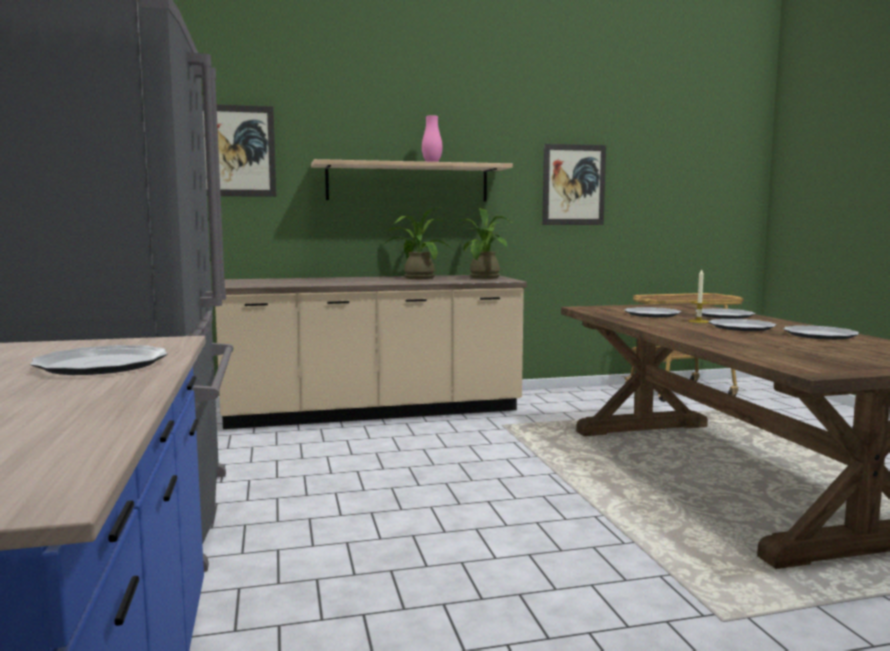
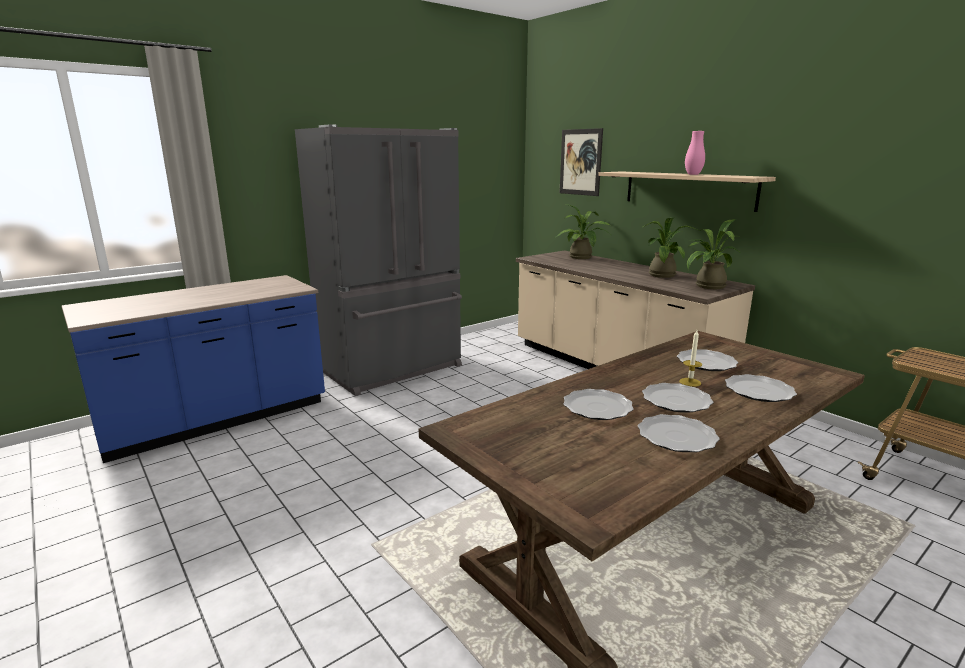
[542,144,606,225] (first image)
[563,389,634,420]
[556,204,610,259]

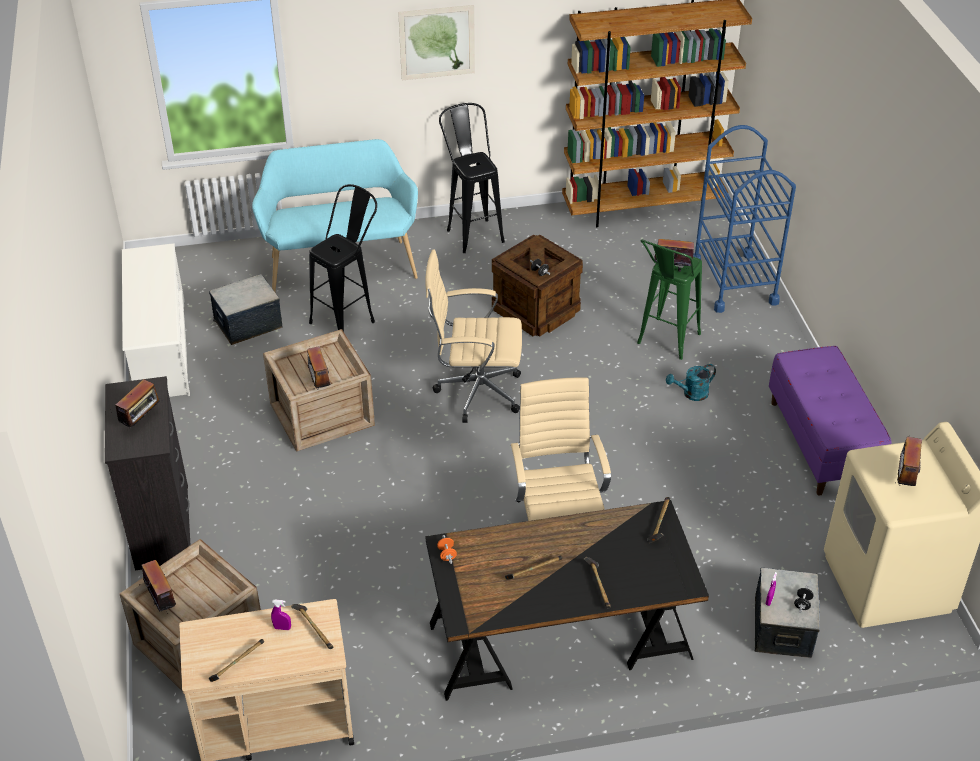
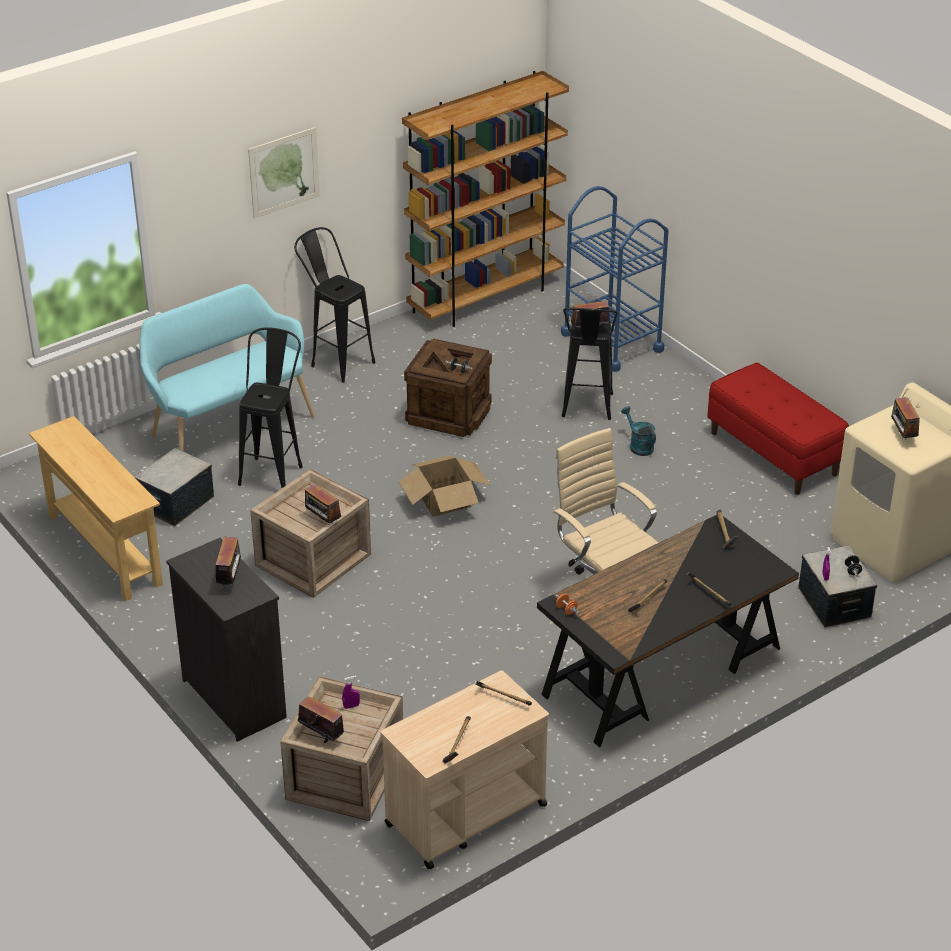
[562,308,618,420]
[29,416,163,601]
[399,456,490,517]
[707,363,849,495]
[621,406,656,456]
[342,676,360,709]

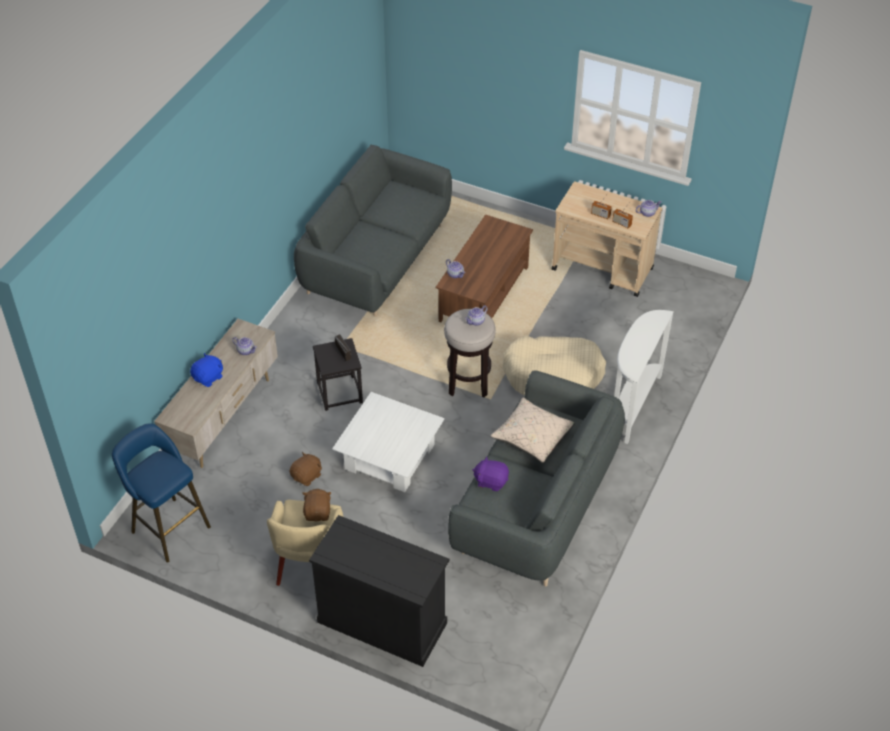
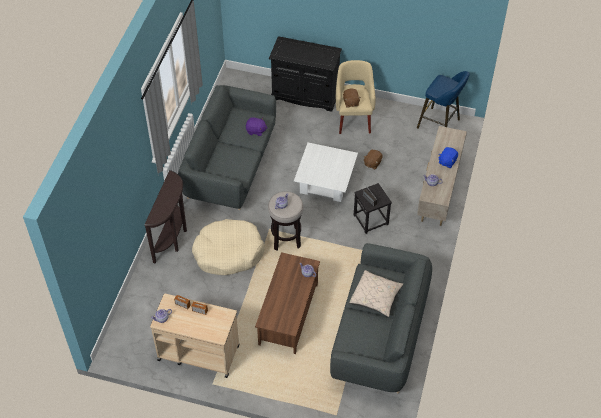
[144,170,187,264]
[349,270,403,317]

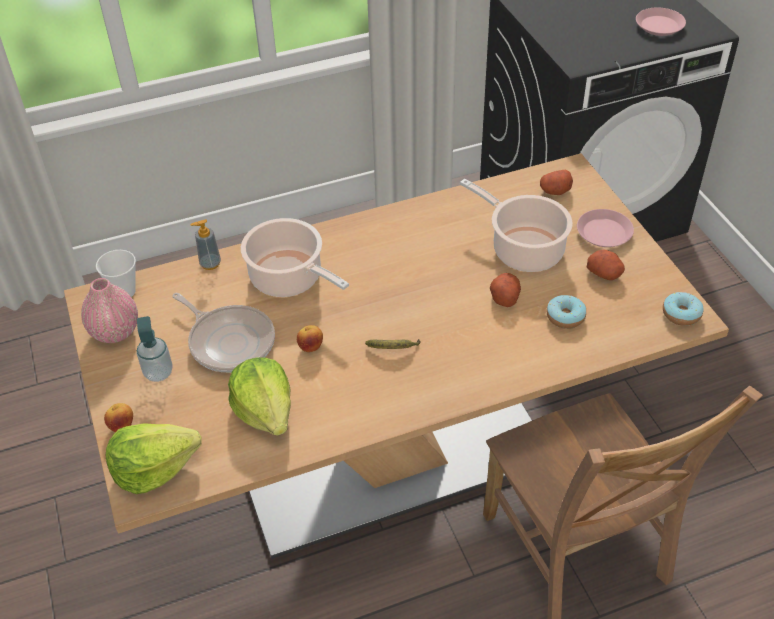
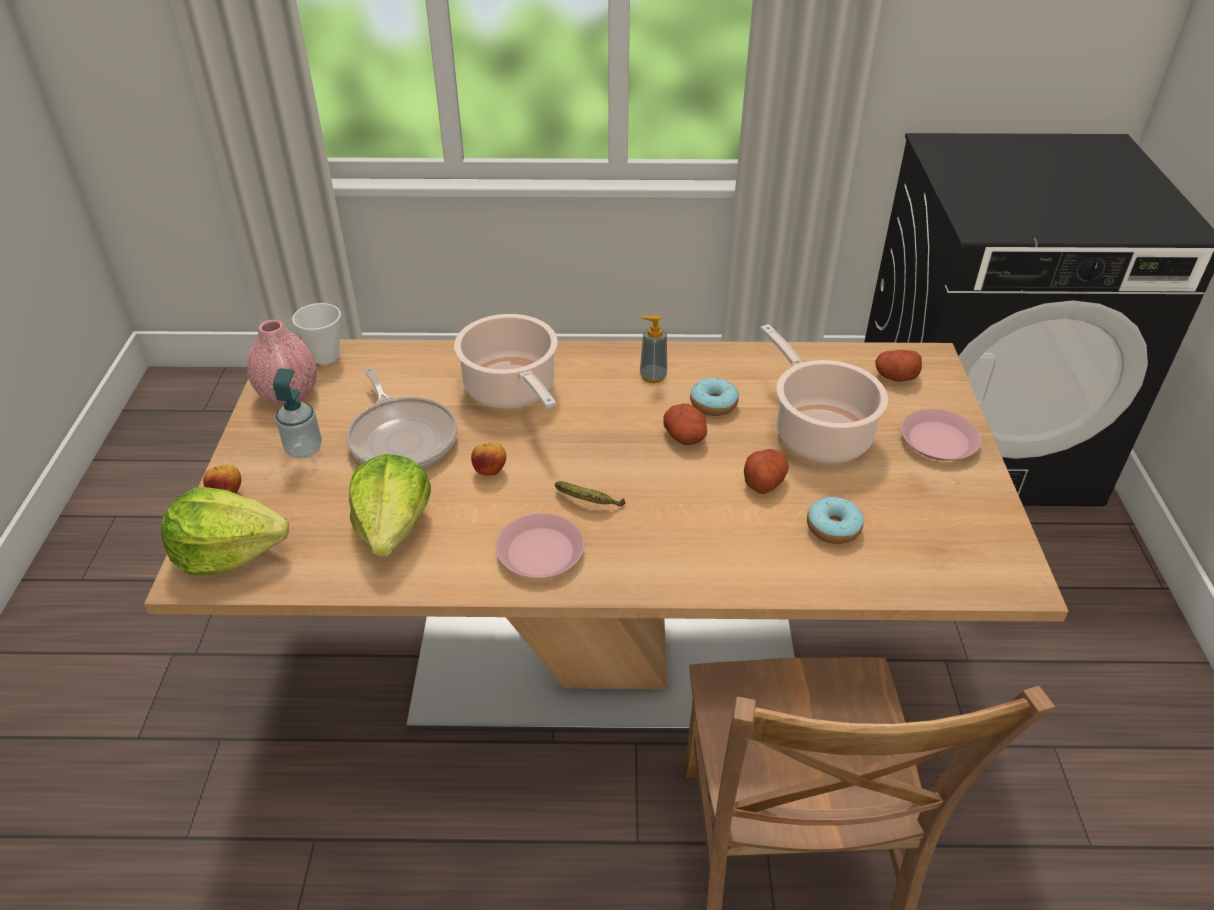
[496,513,584,578]
[640,315,667,383]
[663,404,707,445]
[690,377,739,416]

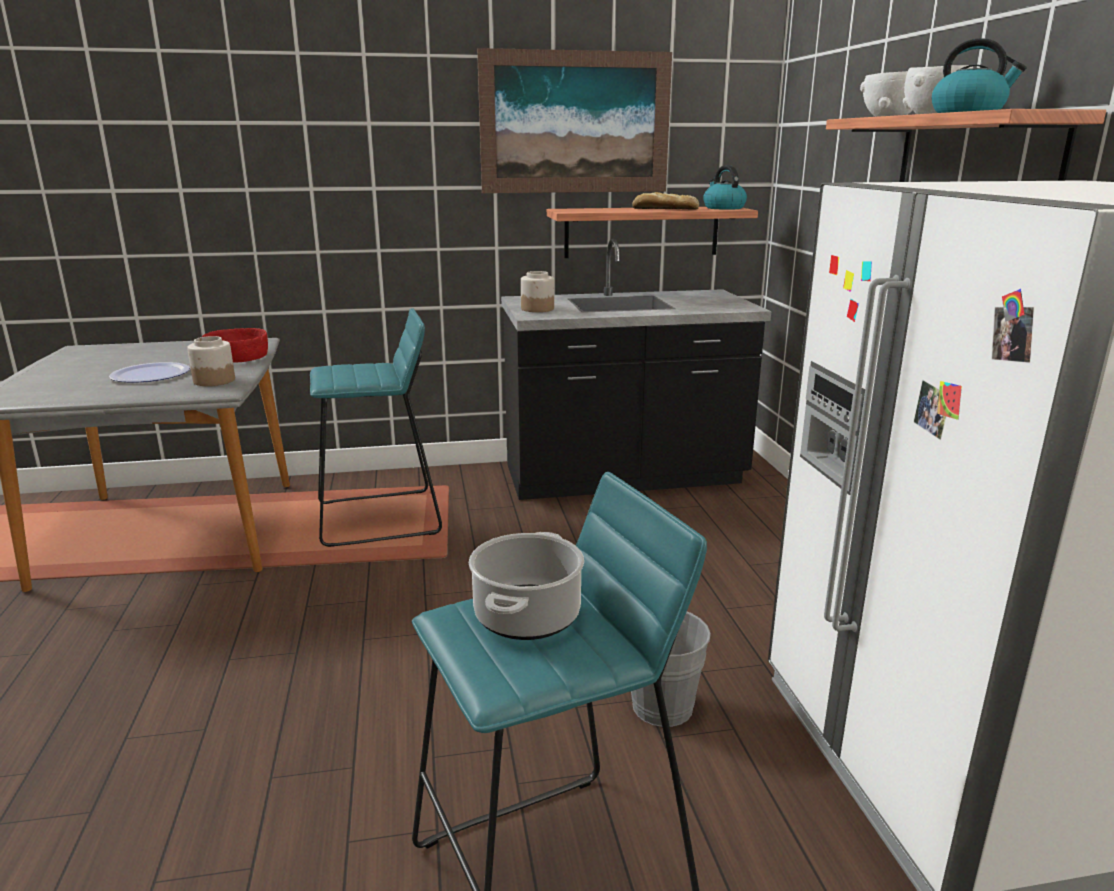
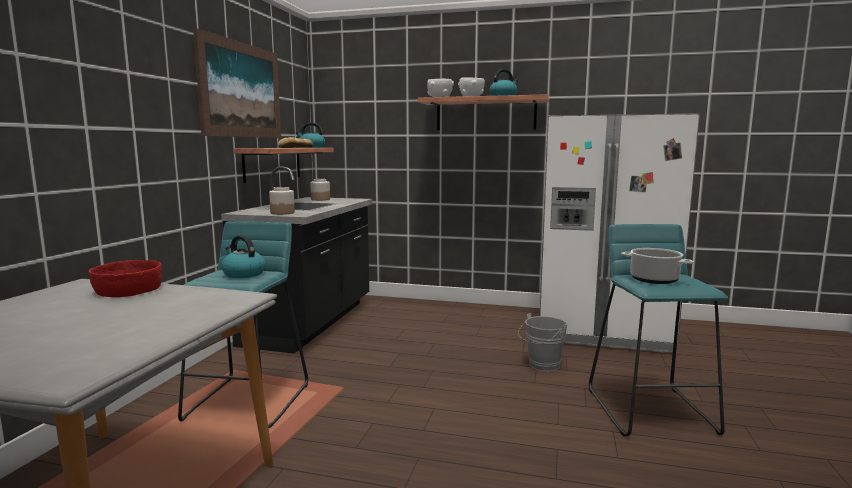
[310,179,330,201]
[109,362,190,382] (first image)
[221,235,265,278]

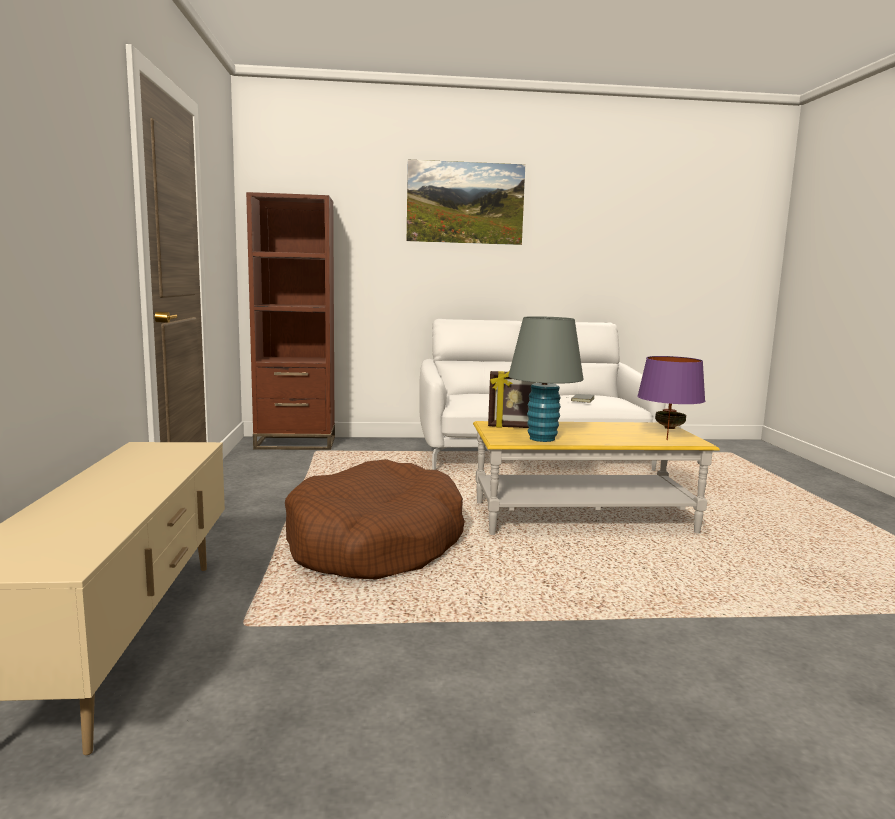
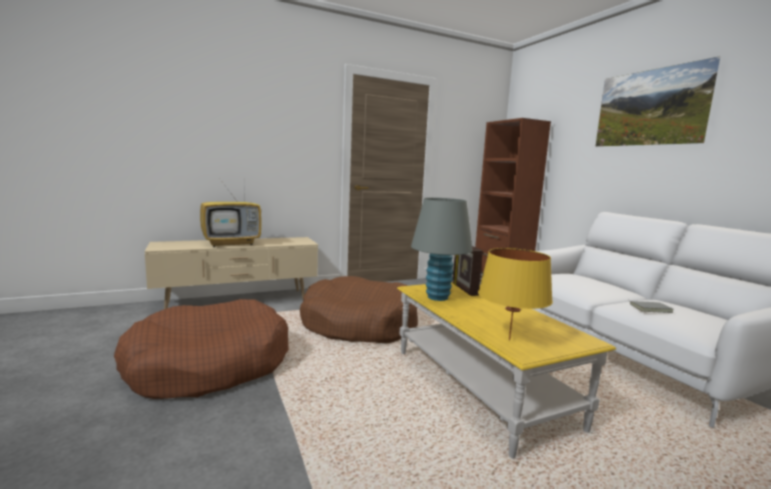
[478,248,553,340]
[655,411,686,429] (first image)
[200,183,262,247]
[114,299,289,399]

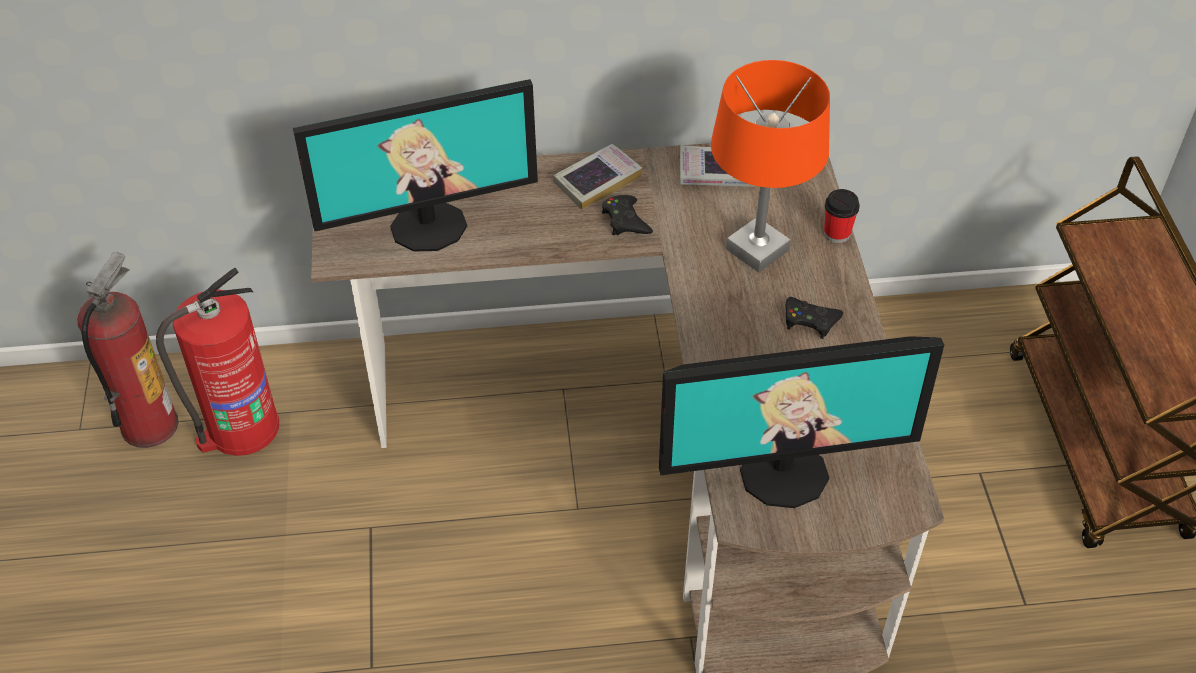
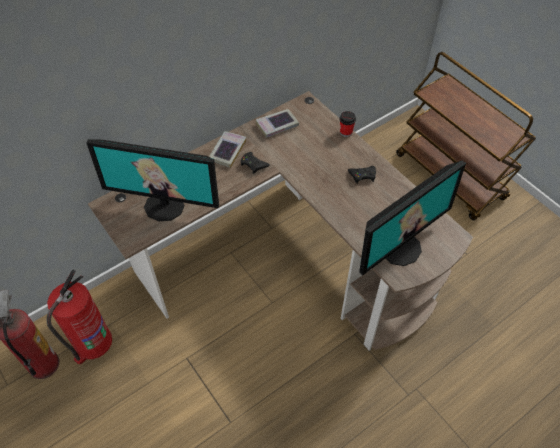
[711,60,830,273] (first image)
[86,139,219,222]

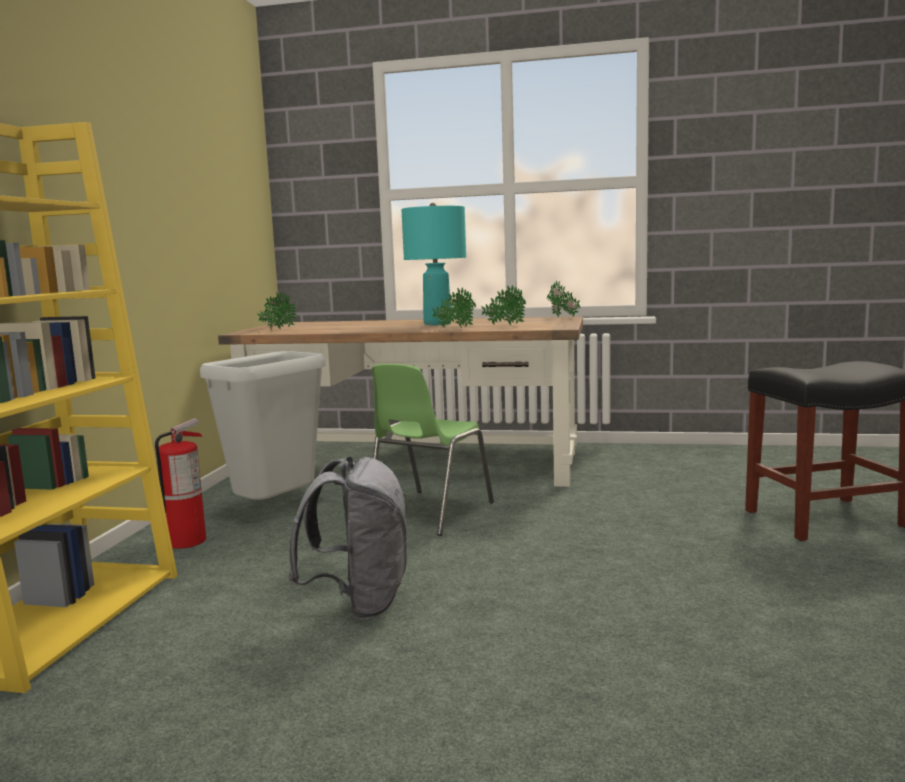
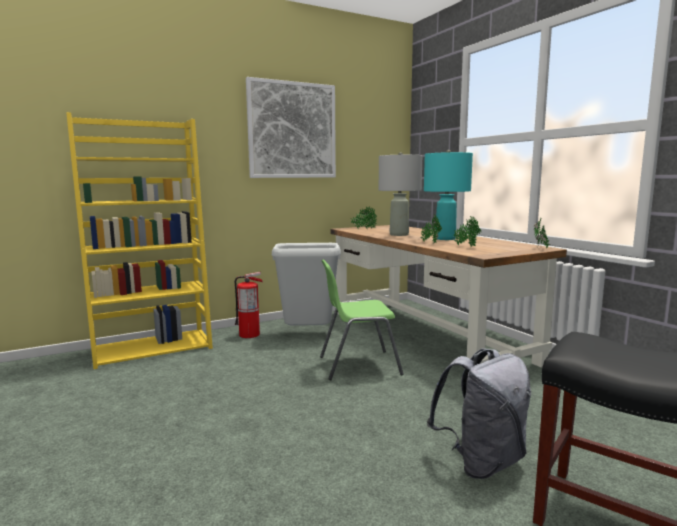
[427,348,531,479]
[246,77,336,178]
[379,152,422,236]

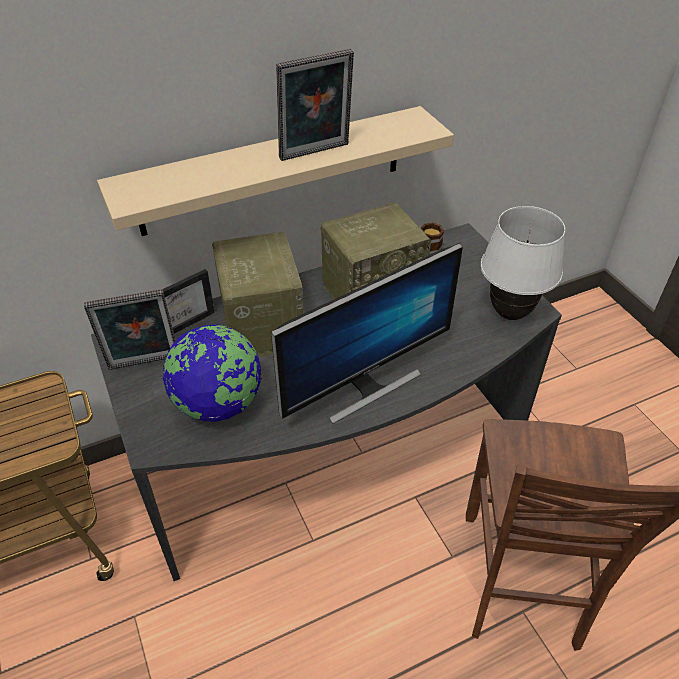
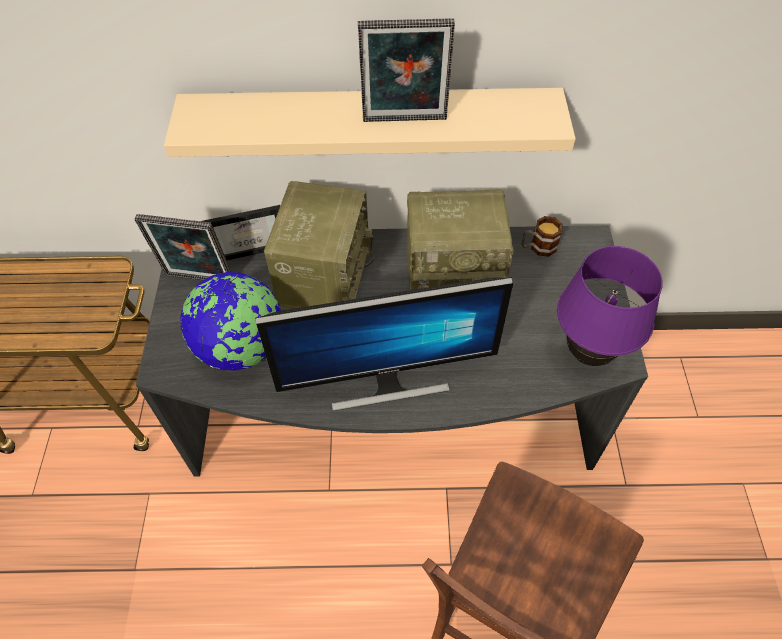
[557,246,663,366]

